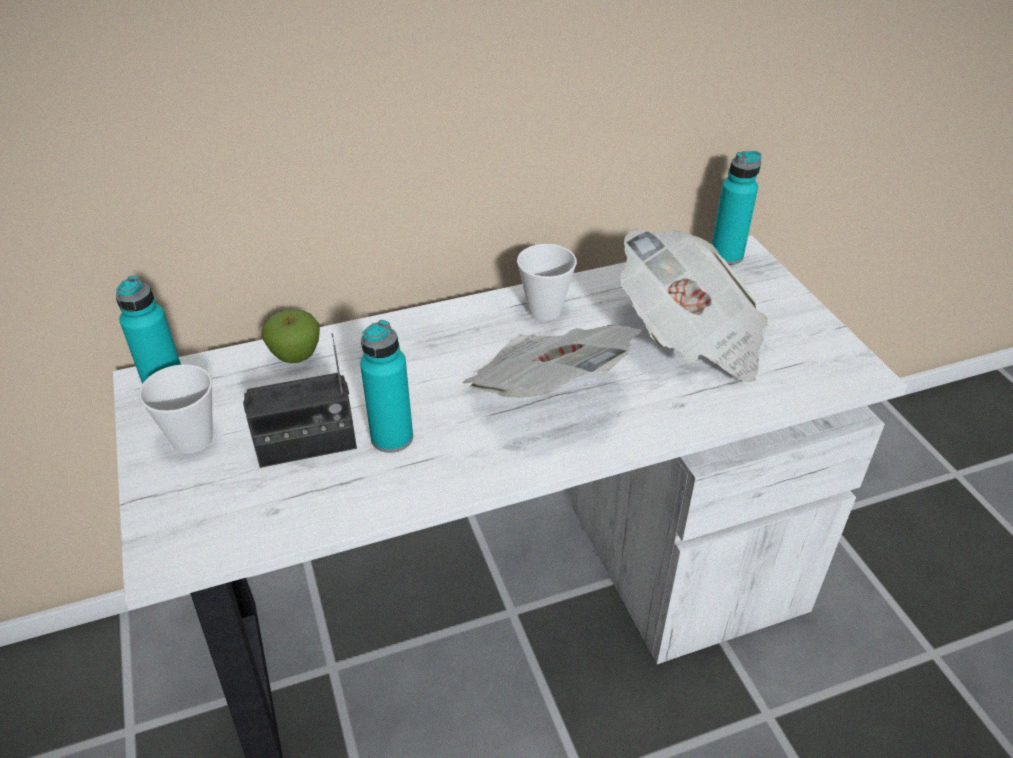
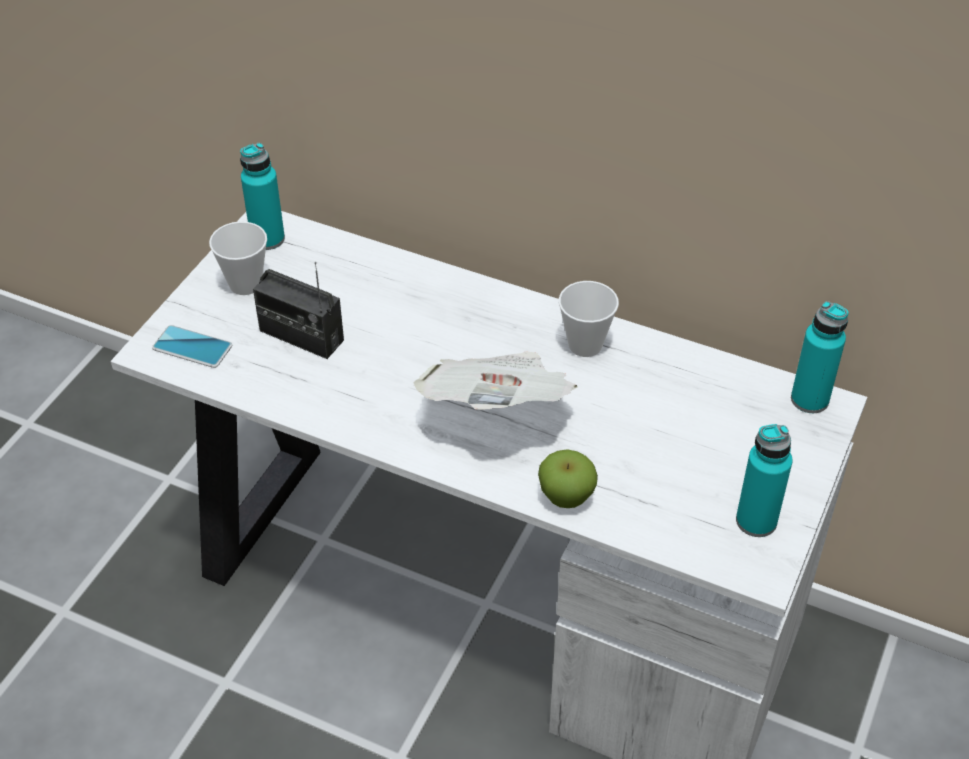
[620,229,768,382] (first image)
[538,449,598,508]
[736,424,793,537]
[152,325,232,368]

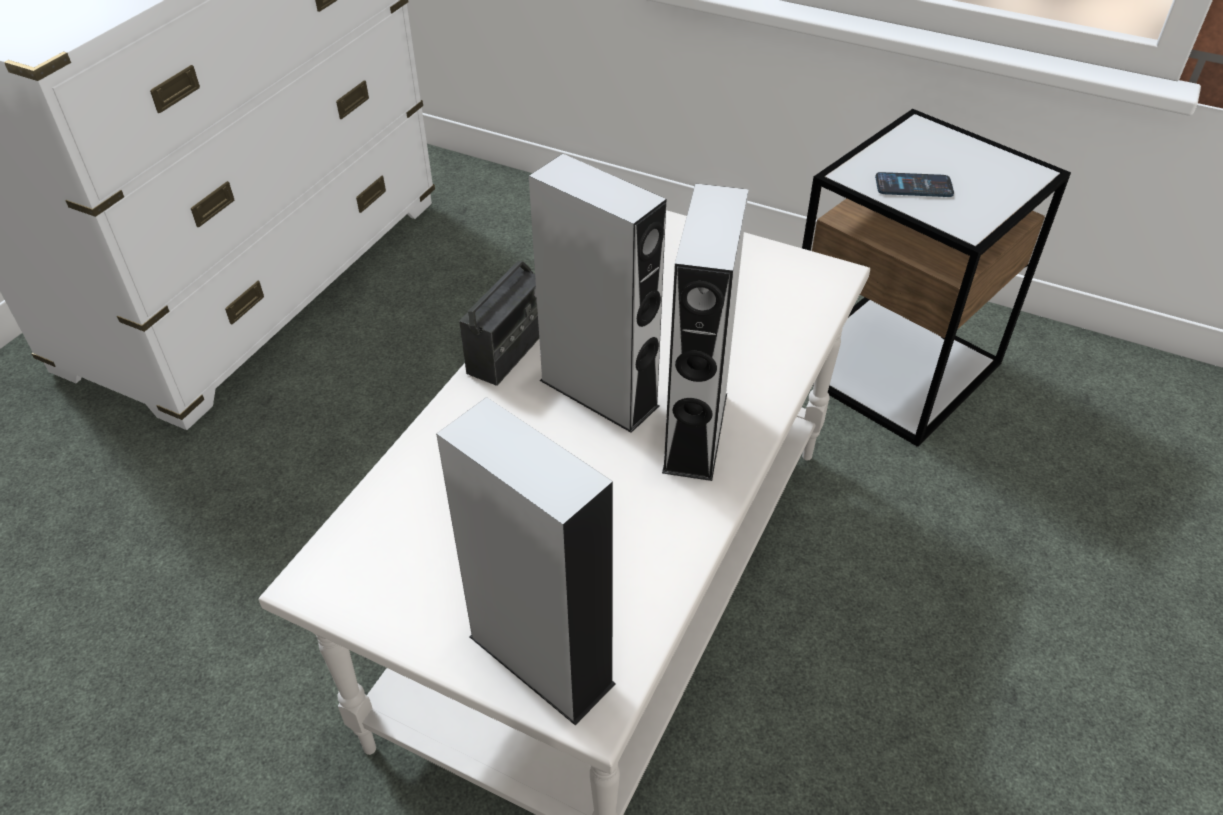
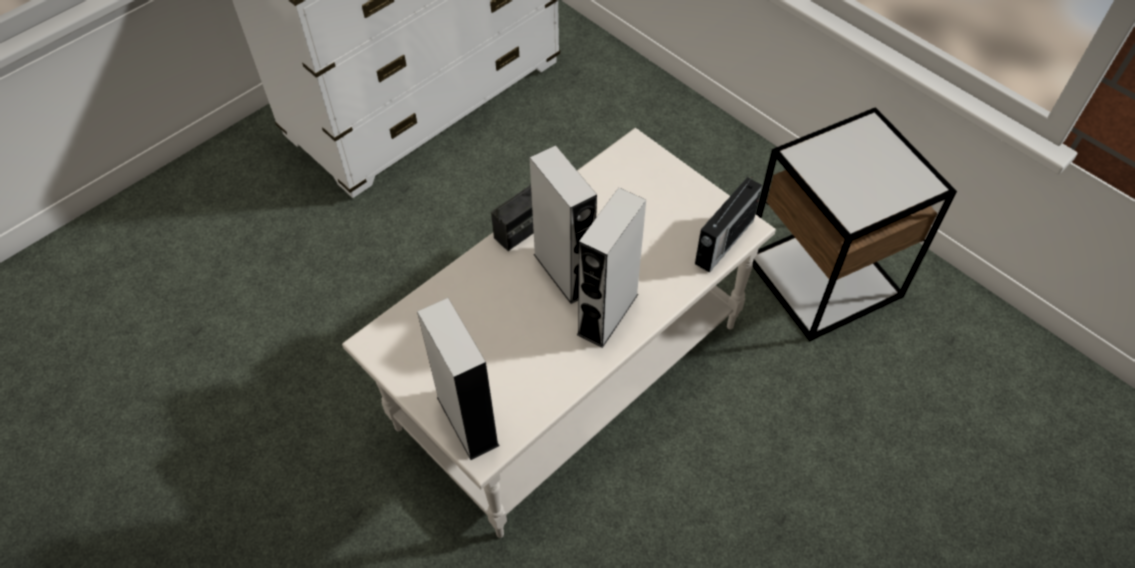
[875,172,954,197] (first image)
[695,177,762,273]

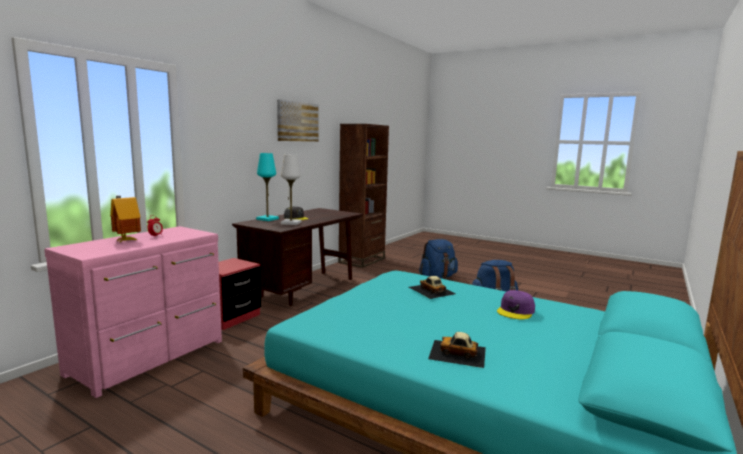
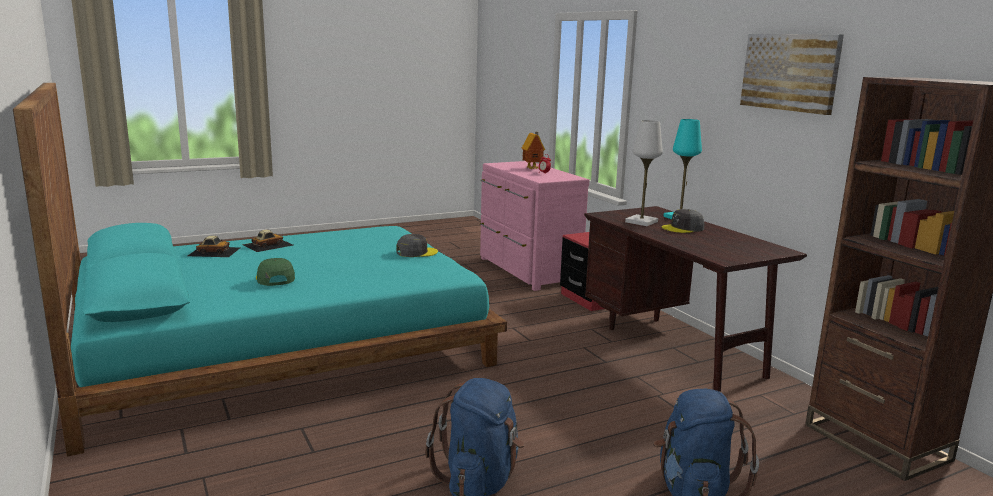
[187,236,240,257]
[256,258,295,286]
[396,234,438,257]

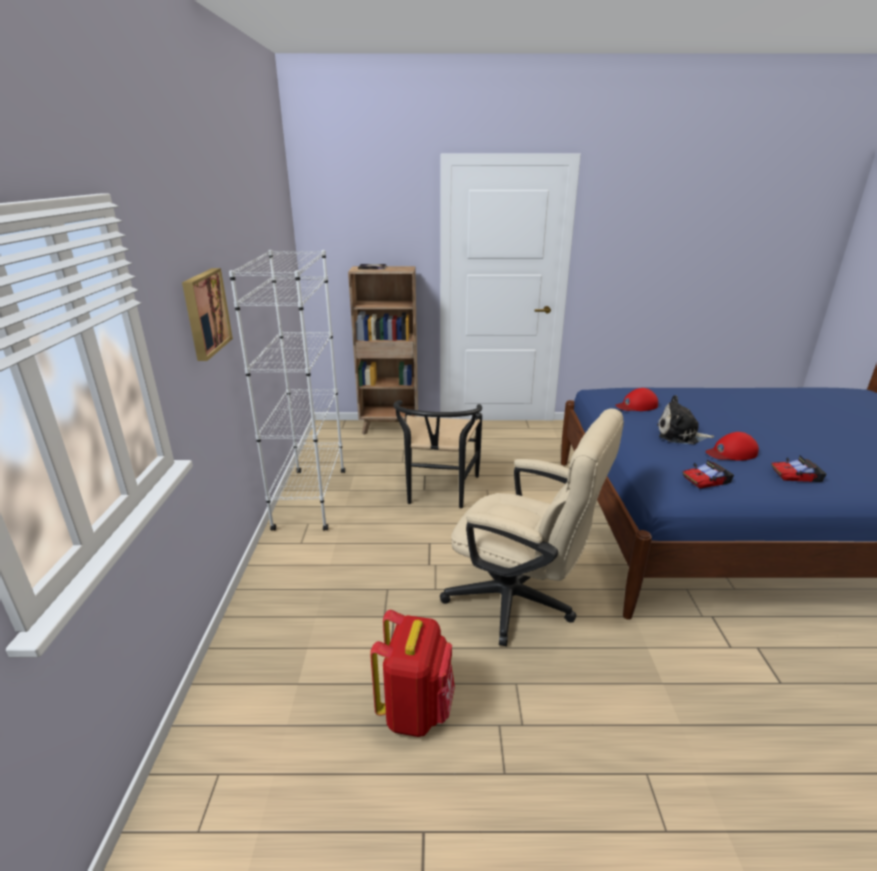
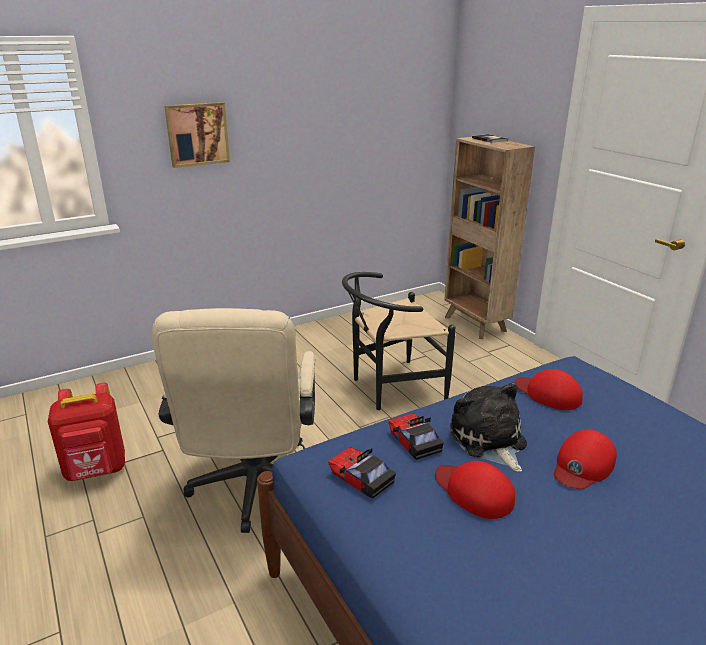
[229,250,345,531] (first image)
[389,413,444,460]
[554,429,617,489]

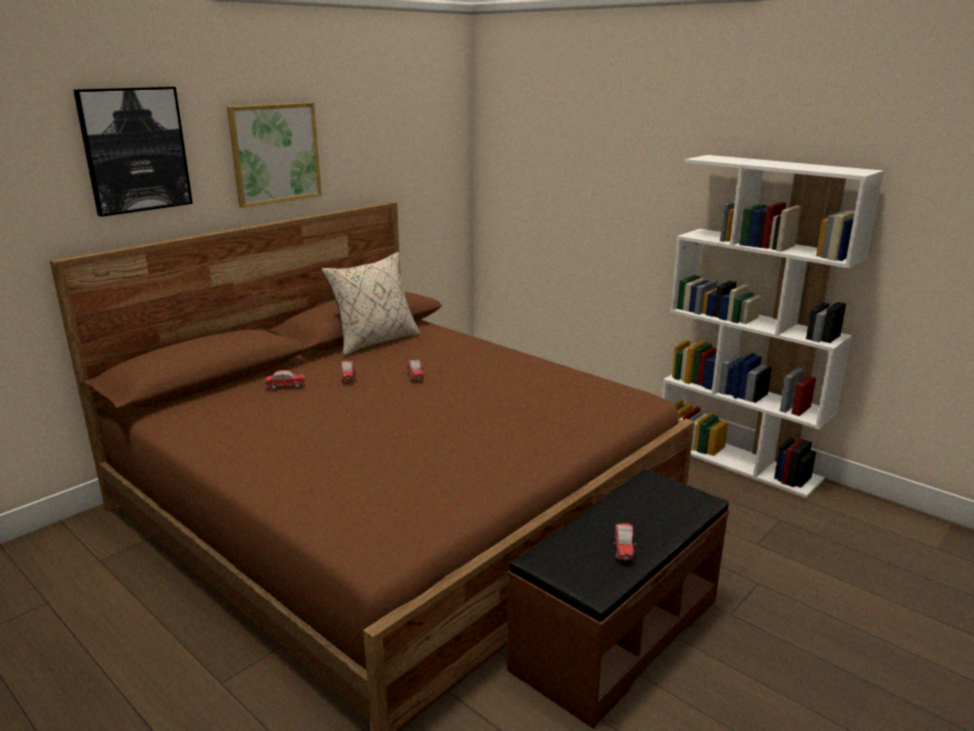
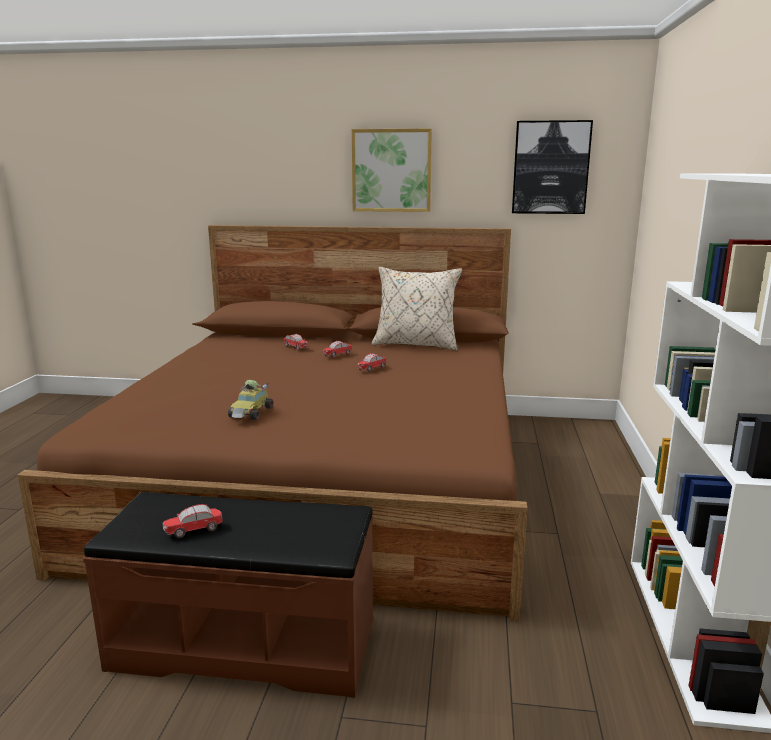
[512,120,593,214]
[228,380,274,420]

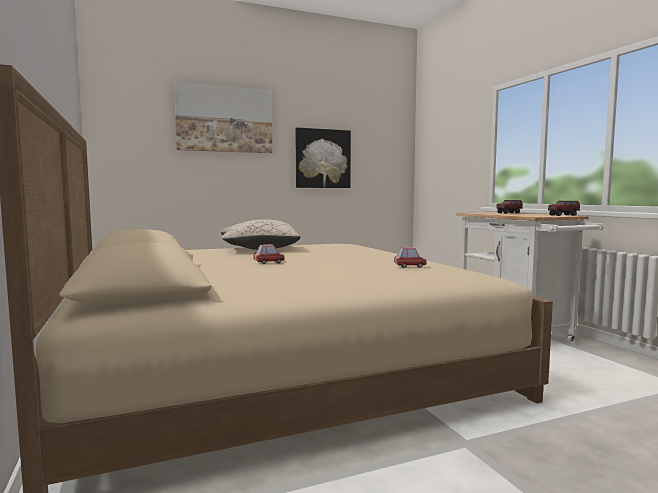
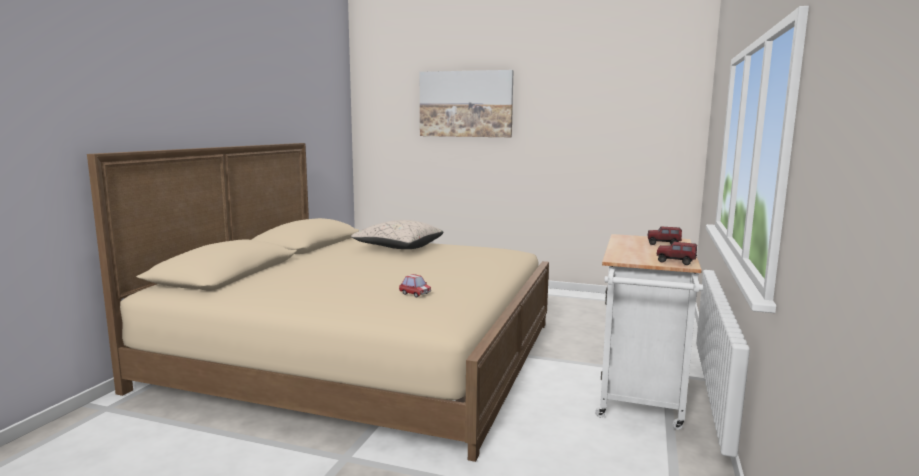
[295,128,351,188] (first image)
[253,244,285,264] (first image)

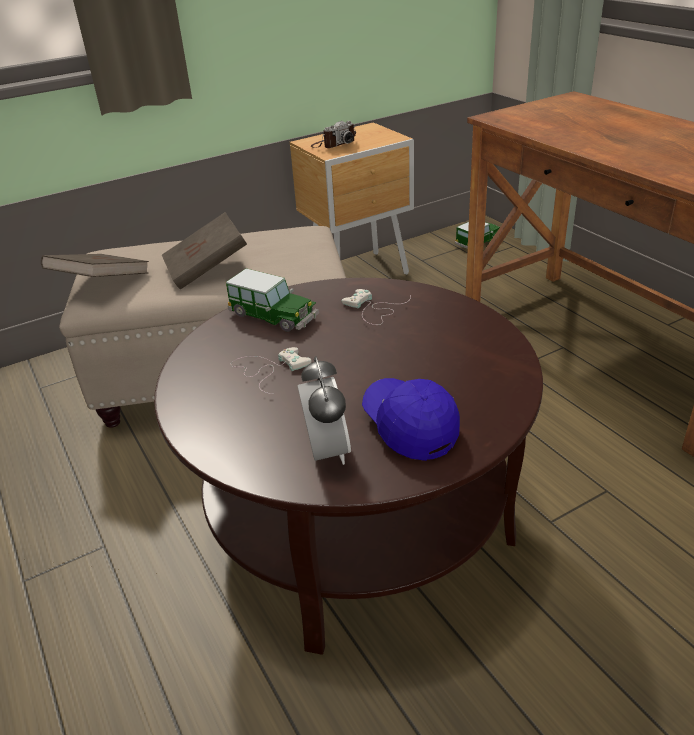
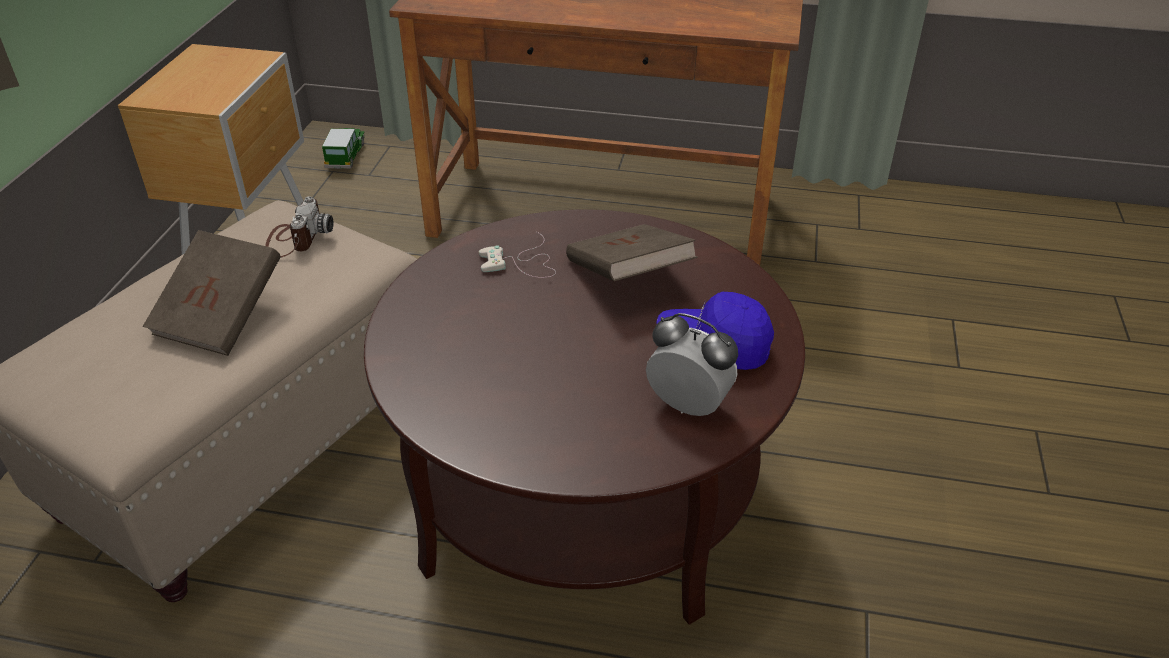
[265,196,333,258]
[566,224,698,281]
[226,268,319,332] (first image)
[231,347,312,394] (first image)

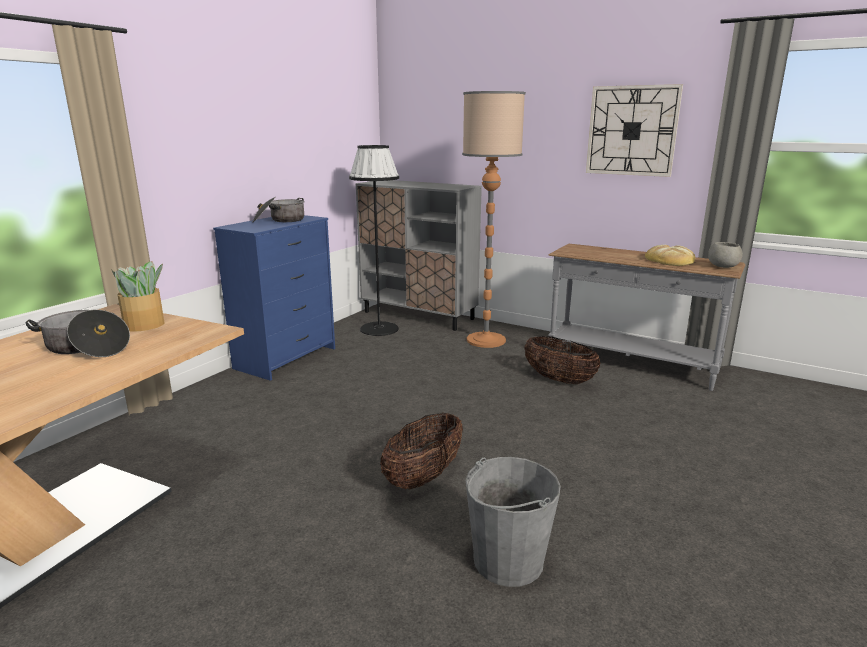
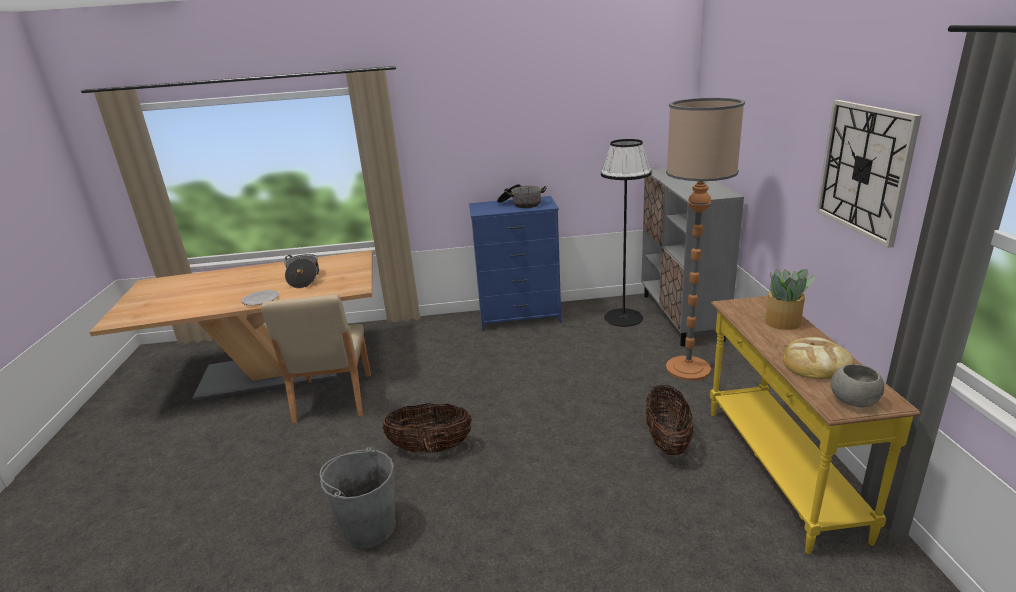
[710,296,920,554]
[765,269,816,330]
[242,290,279,305]
[261,294,371,423]

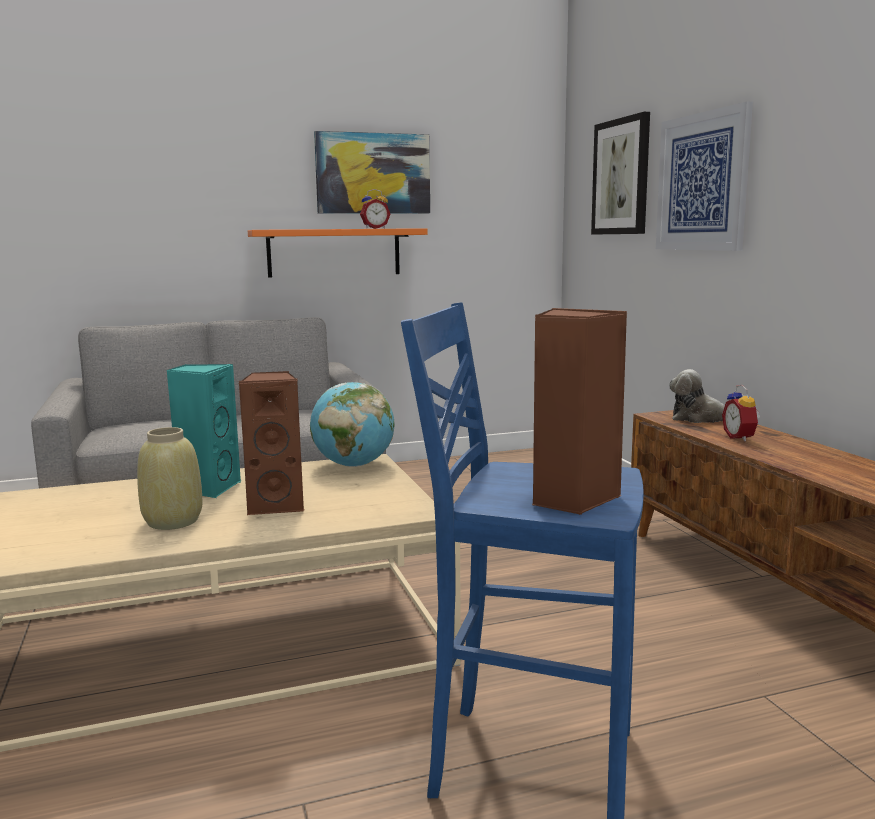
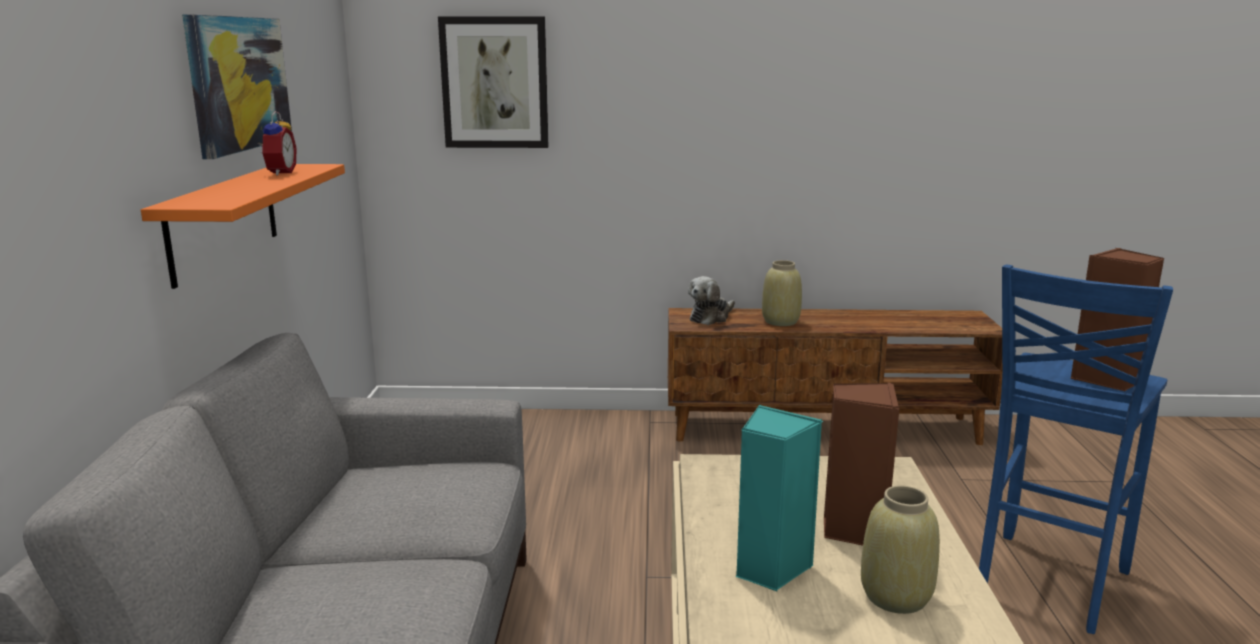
[656,102,753,251] (first image)
[310,382,394,467] (first image)
[762,260,802,326]

